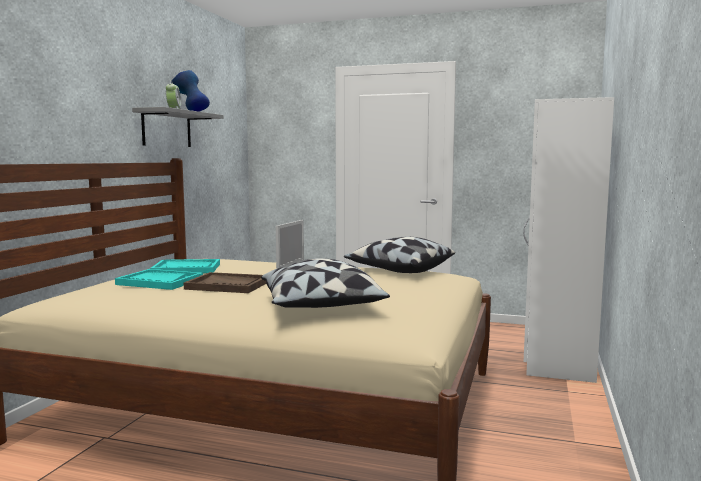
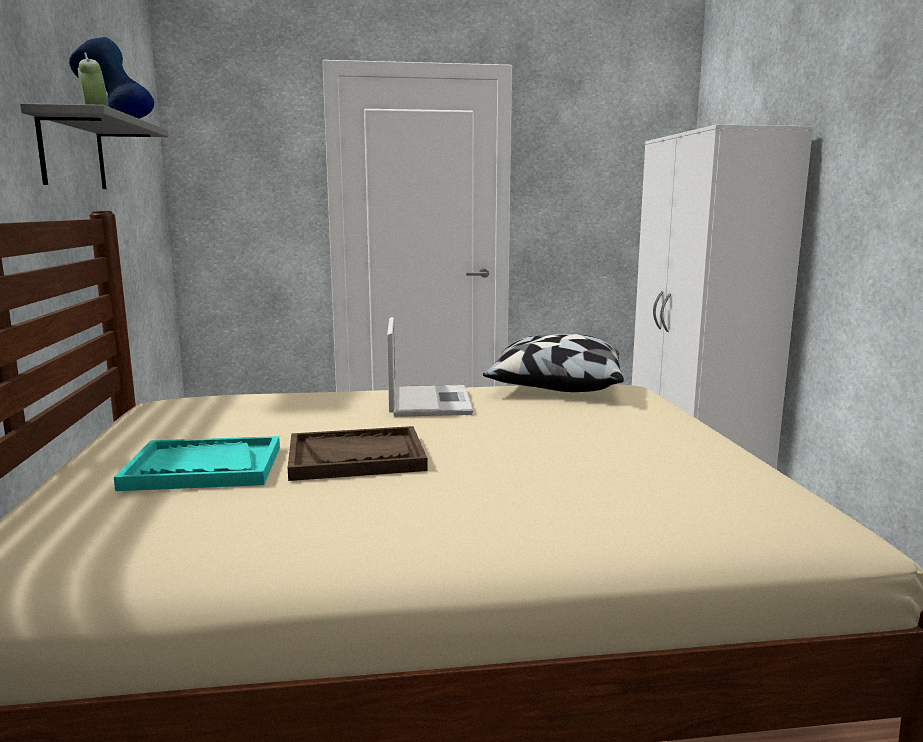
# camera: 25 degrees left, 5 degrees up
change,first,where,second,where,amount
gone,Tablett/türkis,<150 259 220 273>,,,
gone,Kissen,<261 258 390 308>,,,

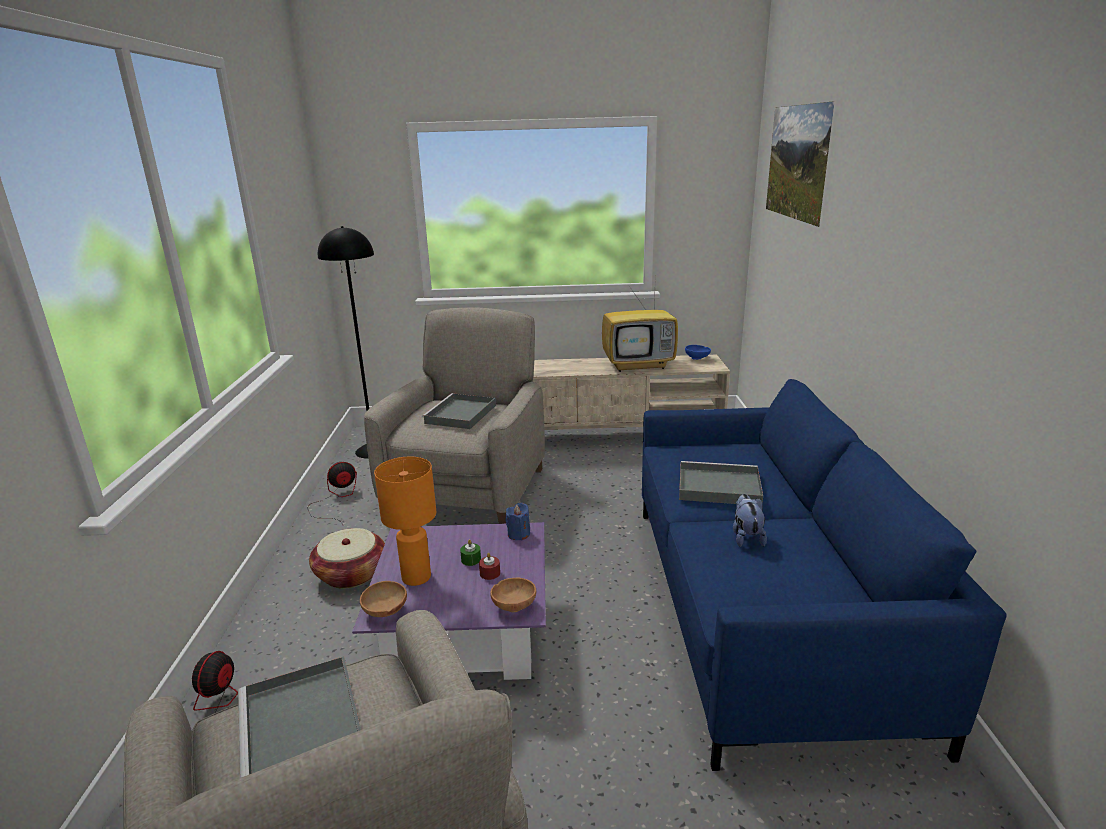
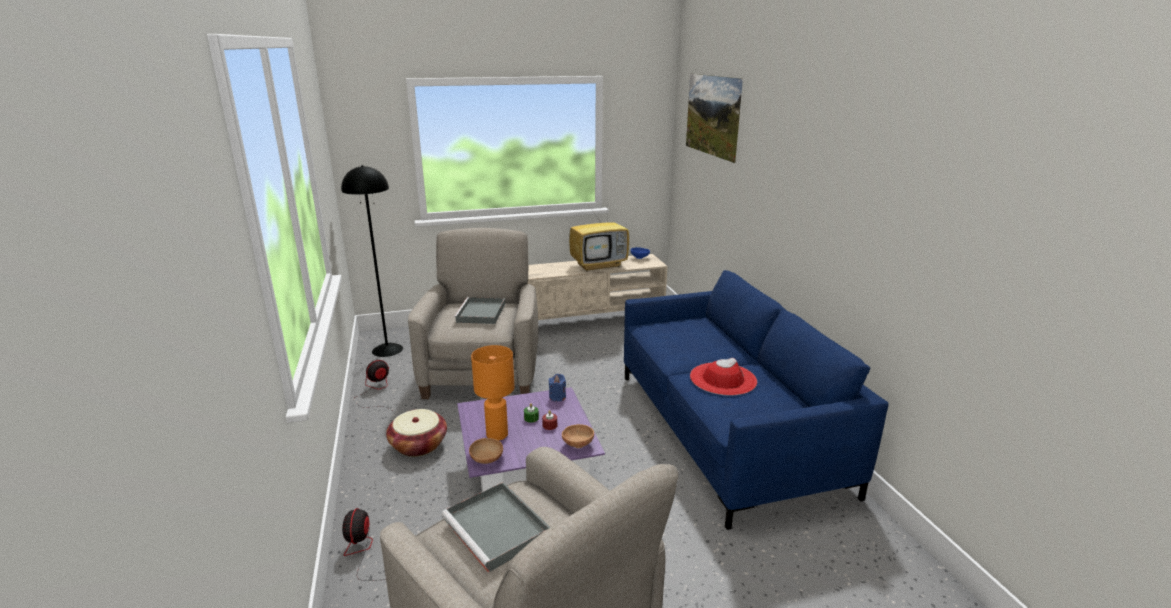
# camera: 15 degrees left, 0 degrees up
change,first,where,second,where,amount
gone,Tablett/grau,<679 461 763 504>,,,
swapped,Plüschtier,<733 494 767 547>,Hut/rot,<690 358 757 395>,

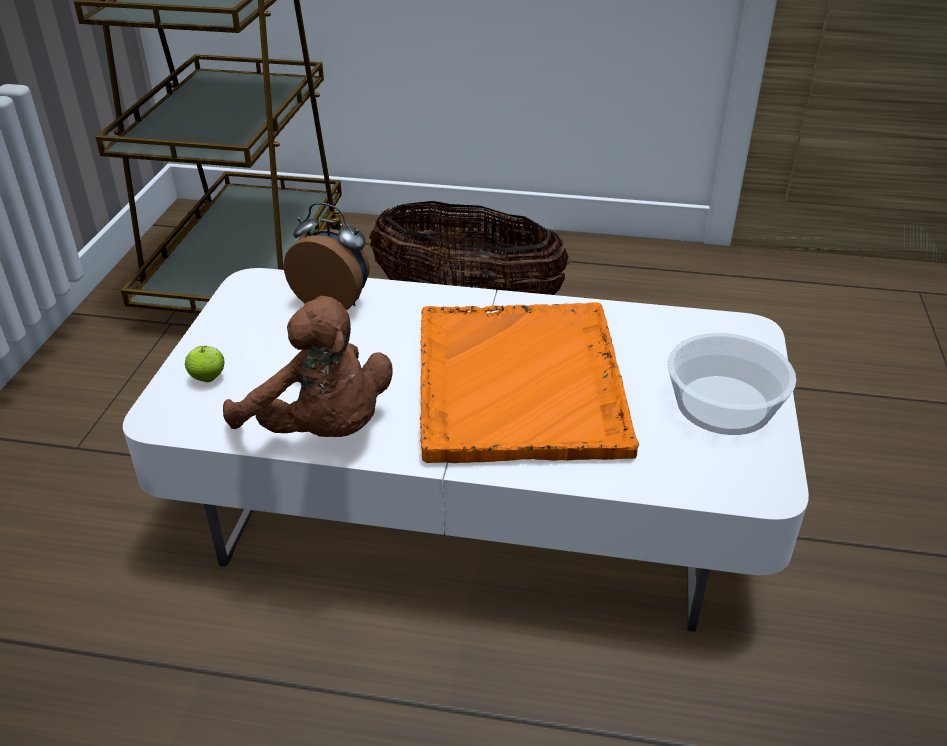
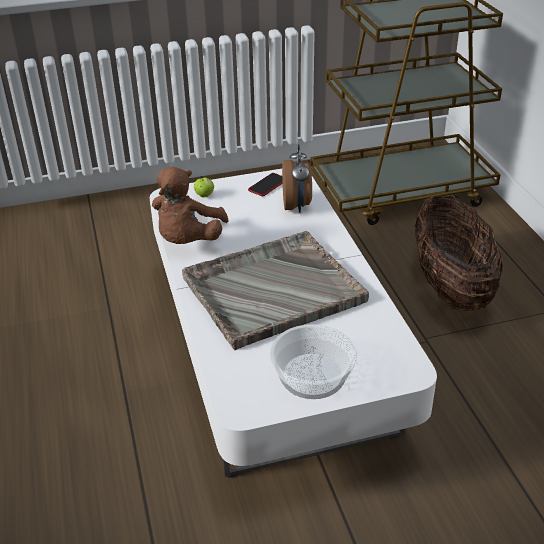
# camera: 65 degrees right, 0 degrees up
change,first,where,second,where,amount
repainted,Tablett/orange,<420 302 639 463>,Tablett/grau,<182 231 369 350>,
new,,,Handy,<248 173 283 196>,

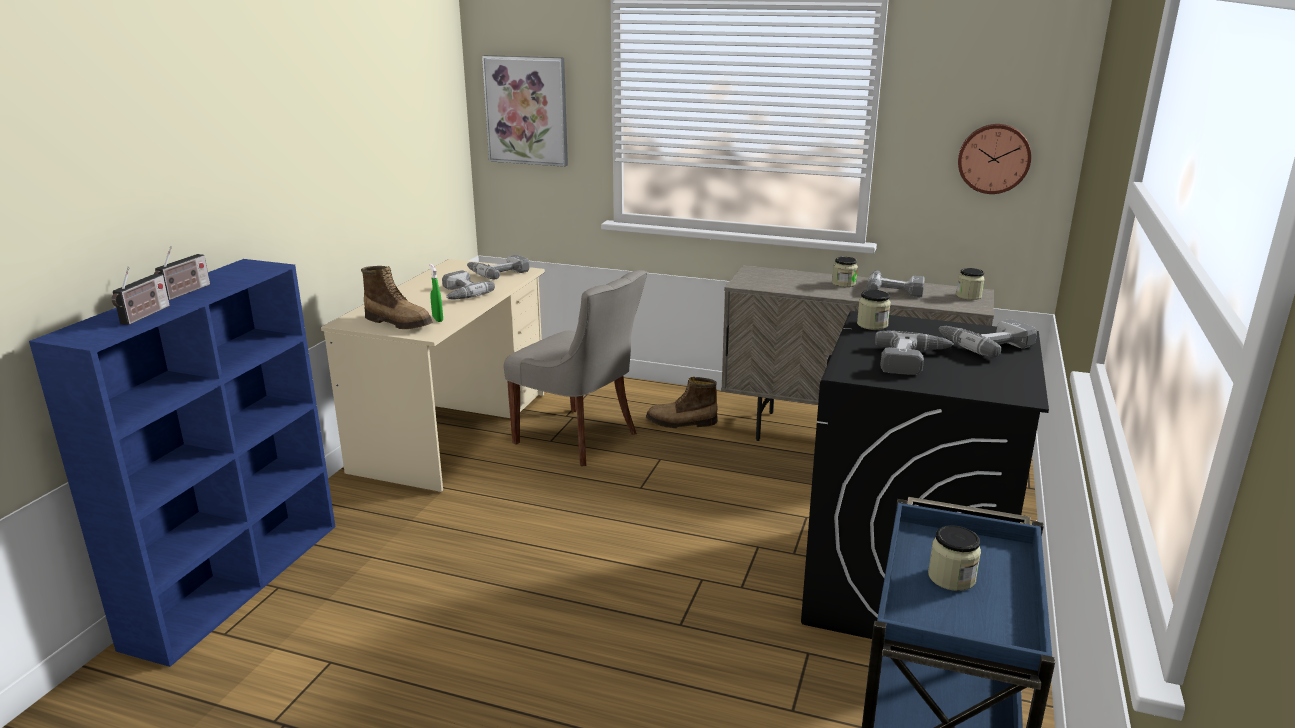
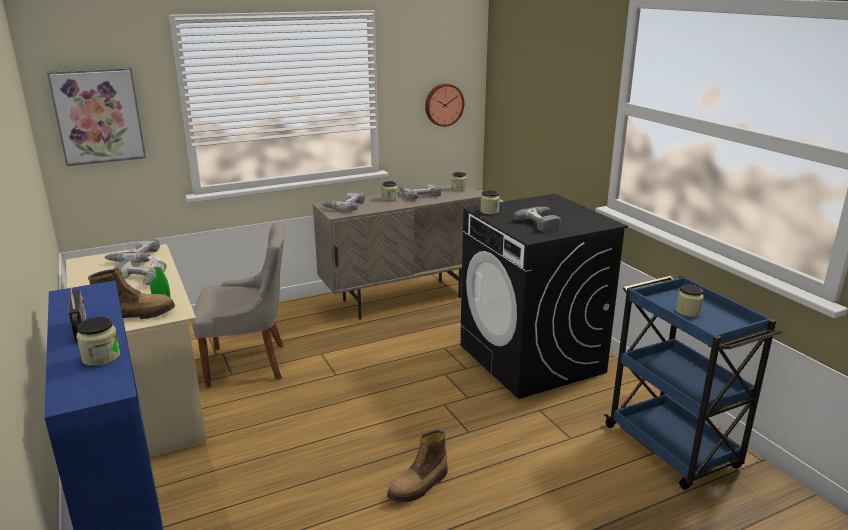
# camera: 45 degrees left, 0 degrees up
change,first,where,second,where,amount
swapped,Radio,<112 267 170 325>,Vorratsglas,<76 317 120 366>,
shifted,Stiefel,<646 377 718 428>,,<387 429 448 502>,
shifted,Bohrmaschine,<939 319 1037 358>,,<321 191 365 211>,

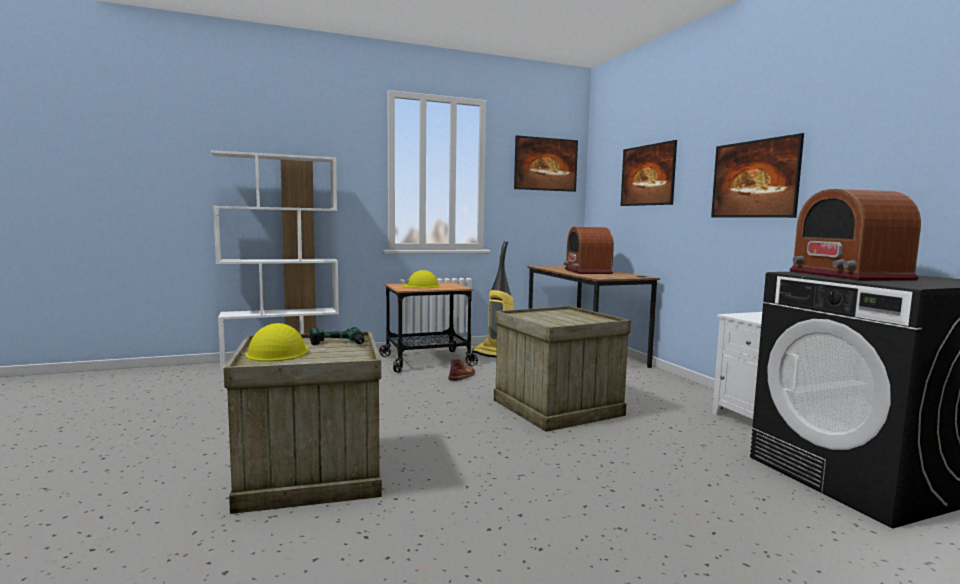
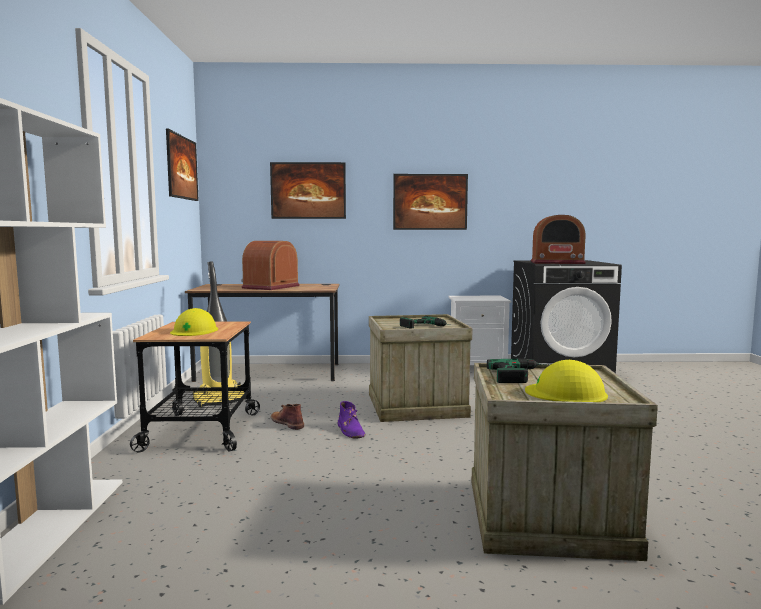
# camera: 70 degrees left, 0 degrees up
change,first,where,second,where,amount
rotated,Radio,<564 227 614 274>,,<241 241 300 290>,105 degrees clockwise
new,,,Stiefel/lila,<338 401 365 438>,
new,,,Bohrmaschine,<400 316 450 328>,

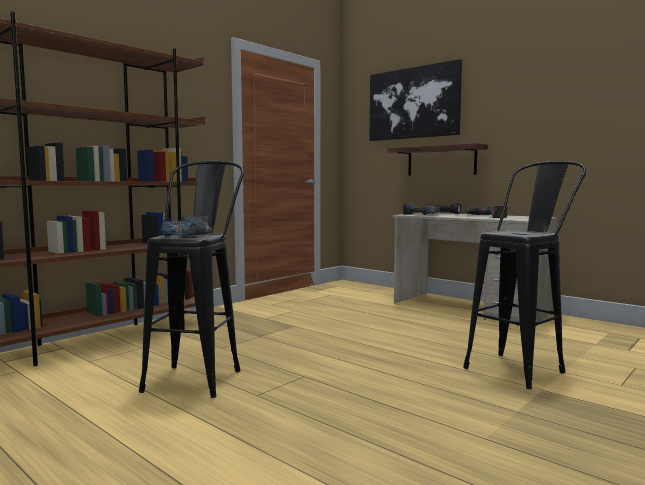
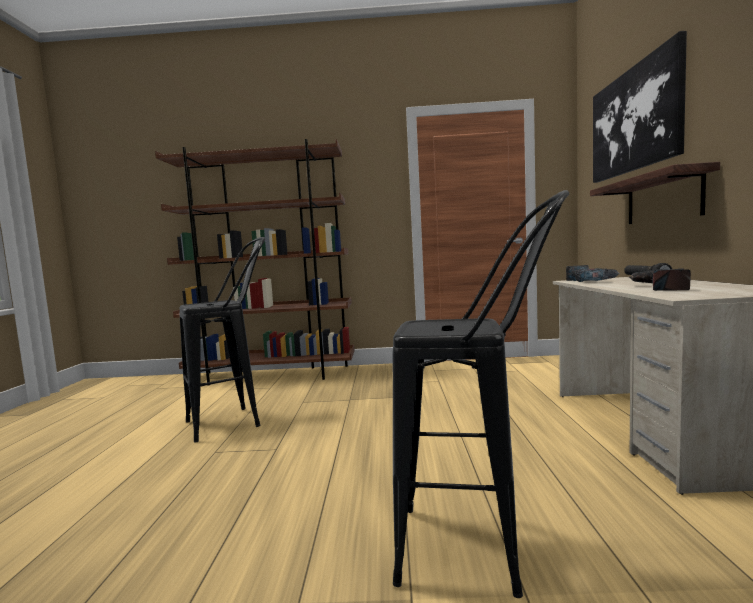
# camera: 50 degrees right, 0 degrees up
change,first,where,second,where,amount
gone,Bohrmaschine,<161 216 211 236>,,,

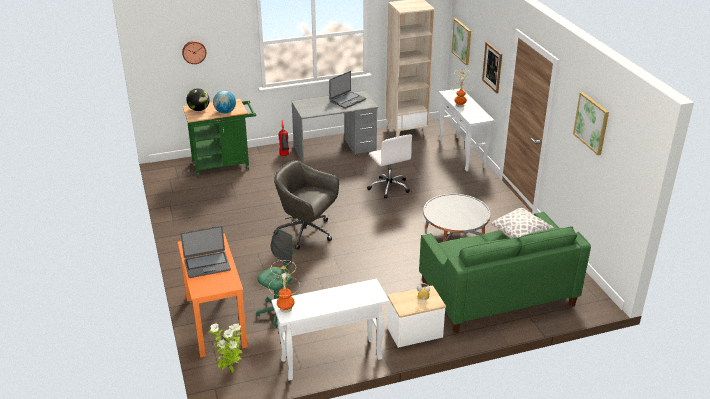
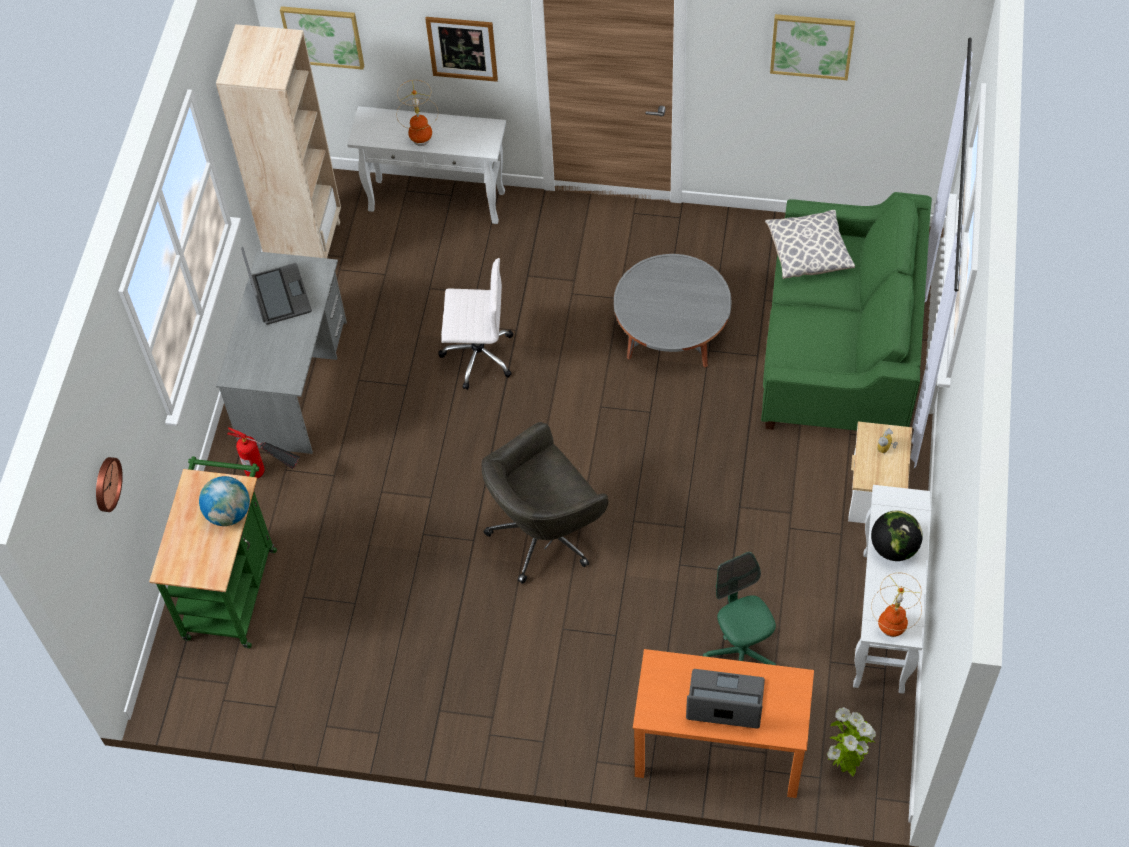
# camera: 60 degrees left, 25 degrees up
change,first,where,second,where,amount
rotated,Laptop,<181 226 231 278>,,<686 669 765 729>,90 degrees counterclockwise
shifted,Globus,<186 88 209 111>,,<871 511 923 561>,

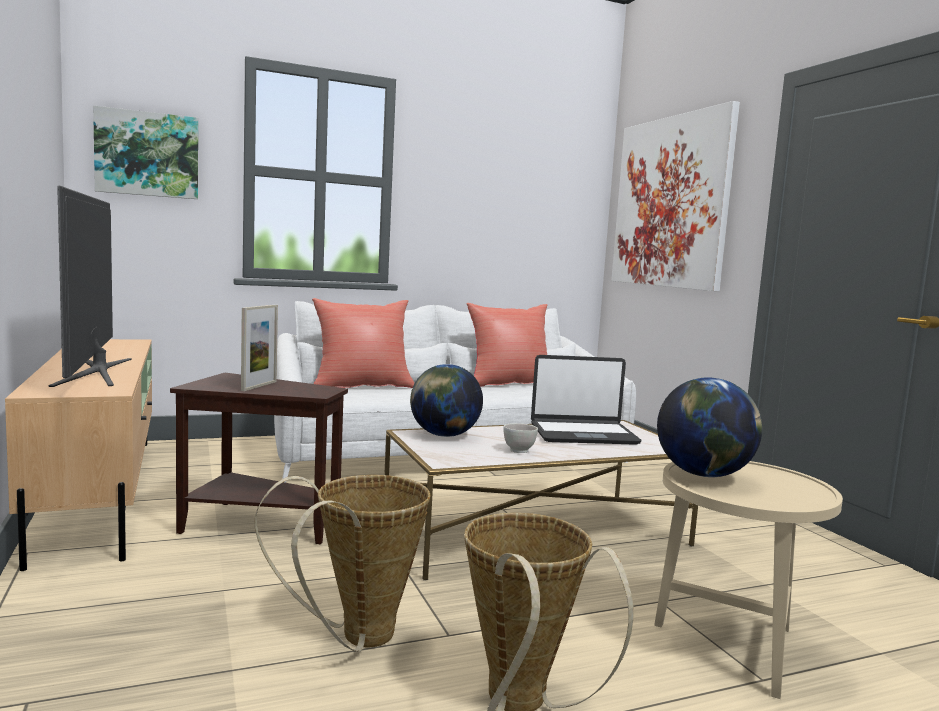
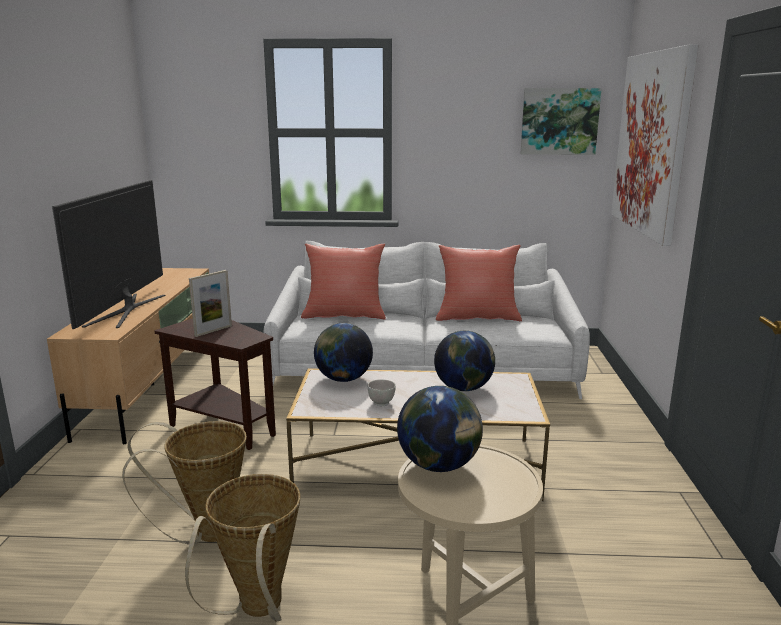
# camera: 25 degrees right, 10 degrees up
change,first,where,second,where,amount
shifted,Bild,<93 105 198 199>,,<521 88 602 155>,
swapped,Laptop,<531 355 641 445>,Globus,<434 331 495 391>,

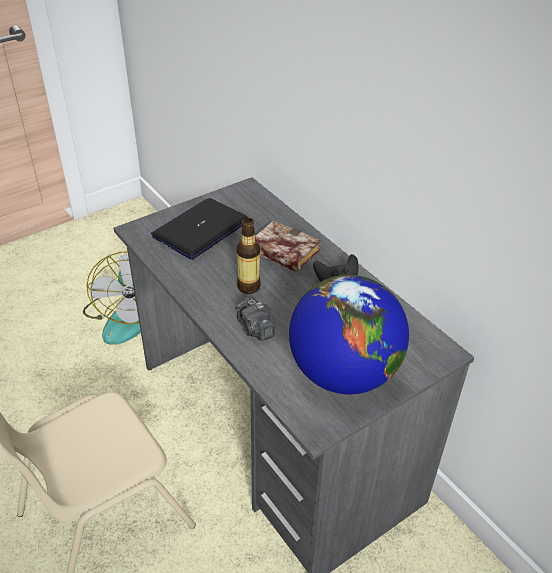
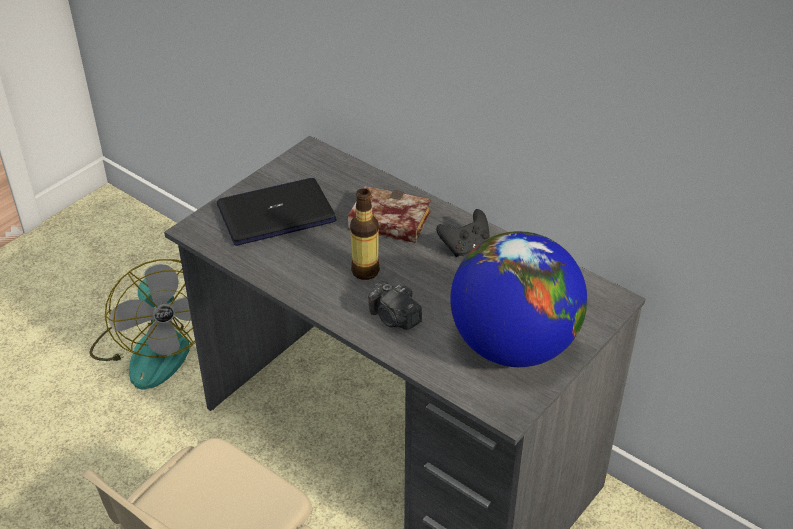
# camera: 15 degrees left, 0 degrees up
change,first,where,second,where,amount
rotated,Laptop,<151 198 248 260>,,<217 178 337 246>,45 degrees clockwise

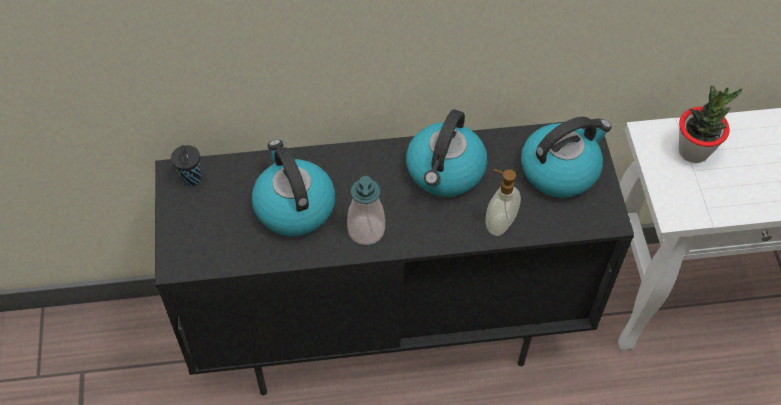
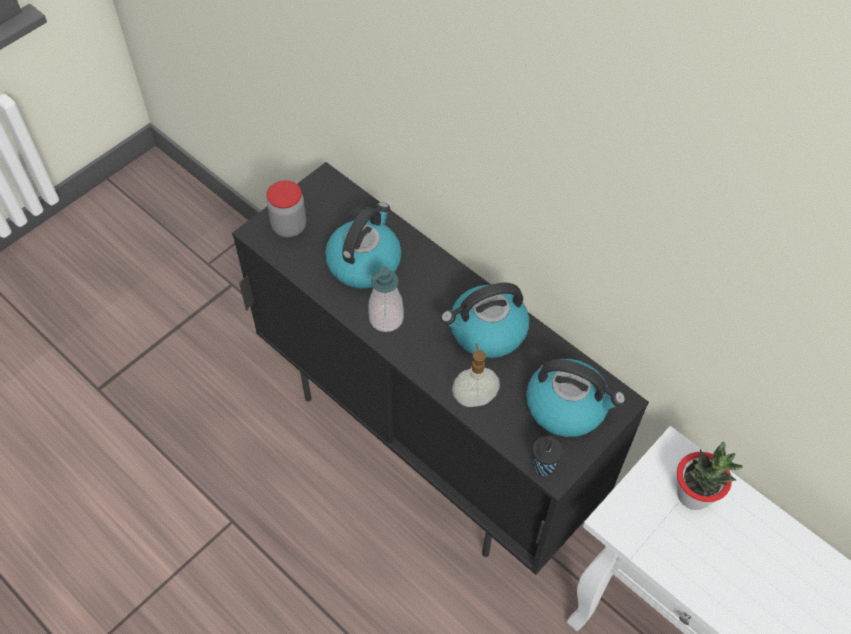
# camera: 50 degrees right, 0 degrees up
change,first,where,second,where,amount
shifted,Tasse/schwarz,<171 145 201 186>,,<533 436 563 476>,
new,,,Vorratsglas,<267 180 307 237>,

